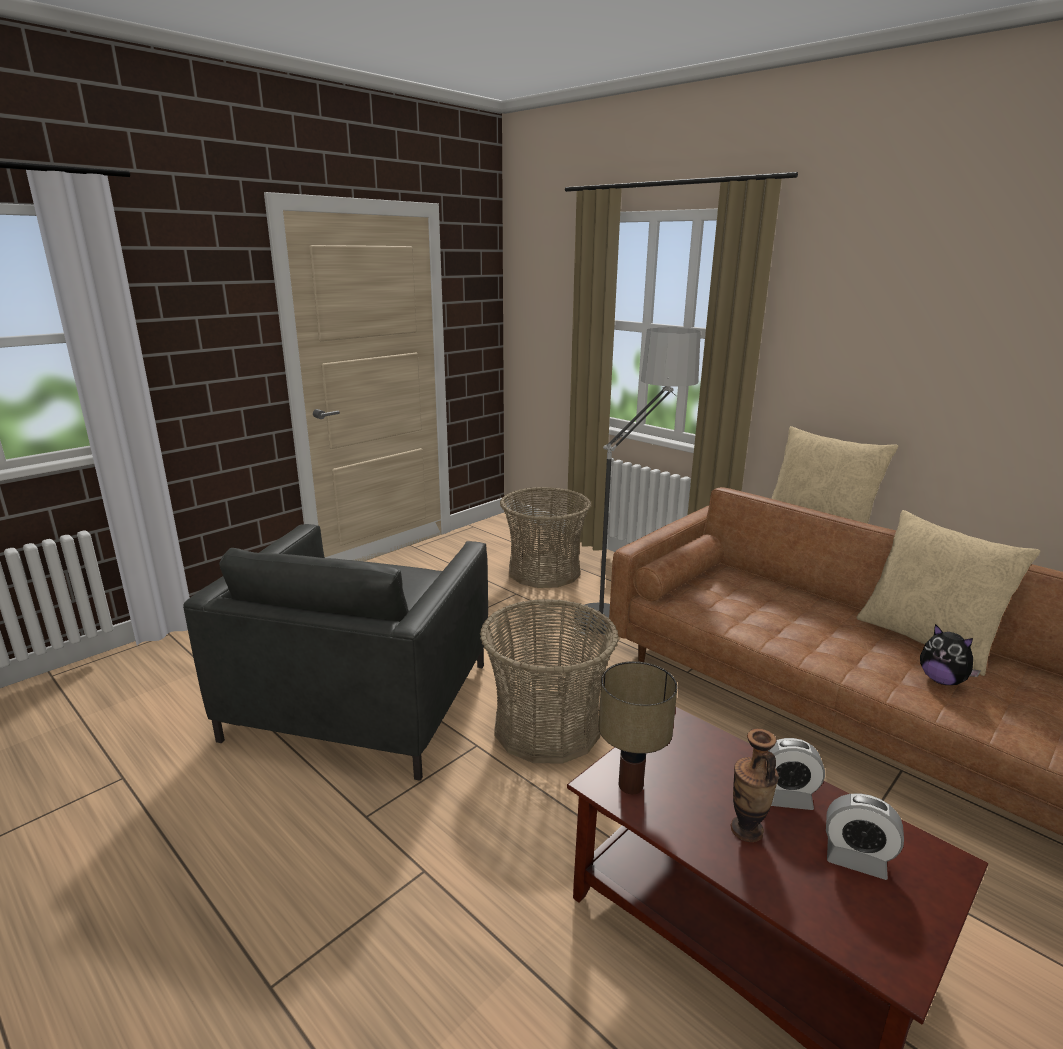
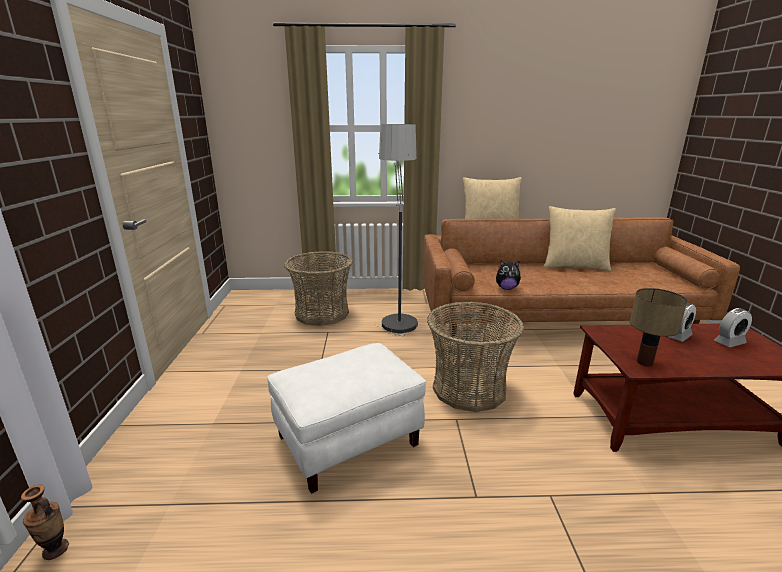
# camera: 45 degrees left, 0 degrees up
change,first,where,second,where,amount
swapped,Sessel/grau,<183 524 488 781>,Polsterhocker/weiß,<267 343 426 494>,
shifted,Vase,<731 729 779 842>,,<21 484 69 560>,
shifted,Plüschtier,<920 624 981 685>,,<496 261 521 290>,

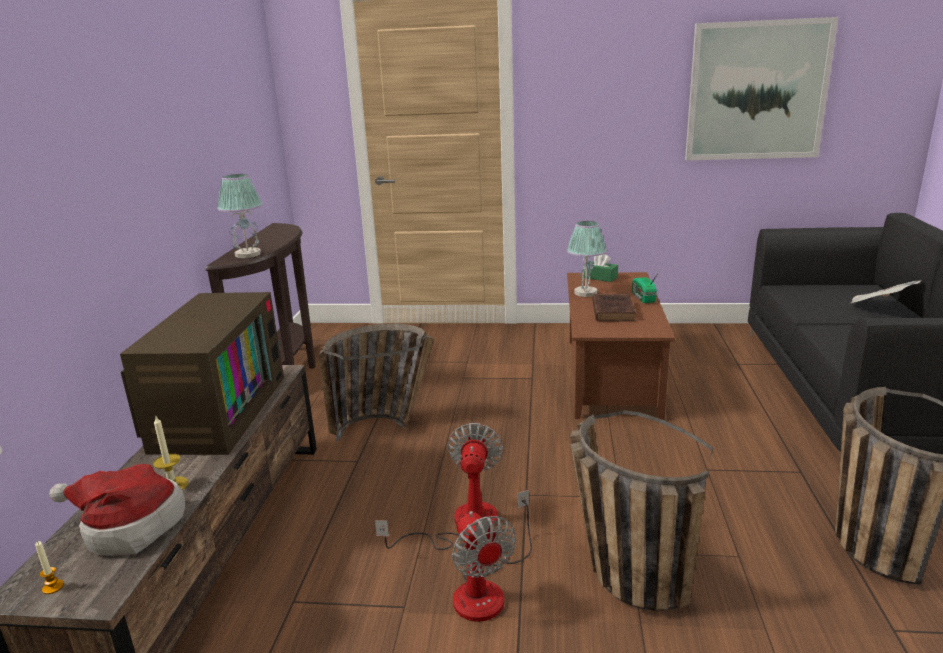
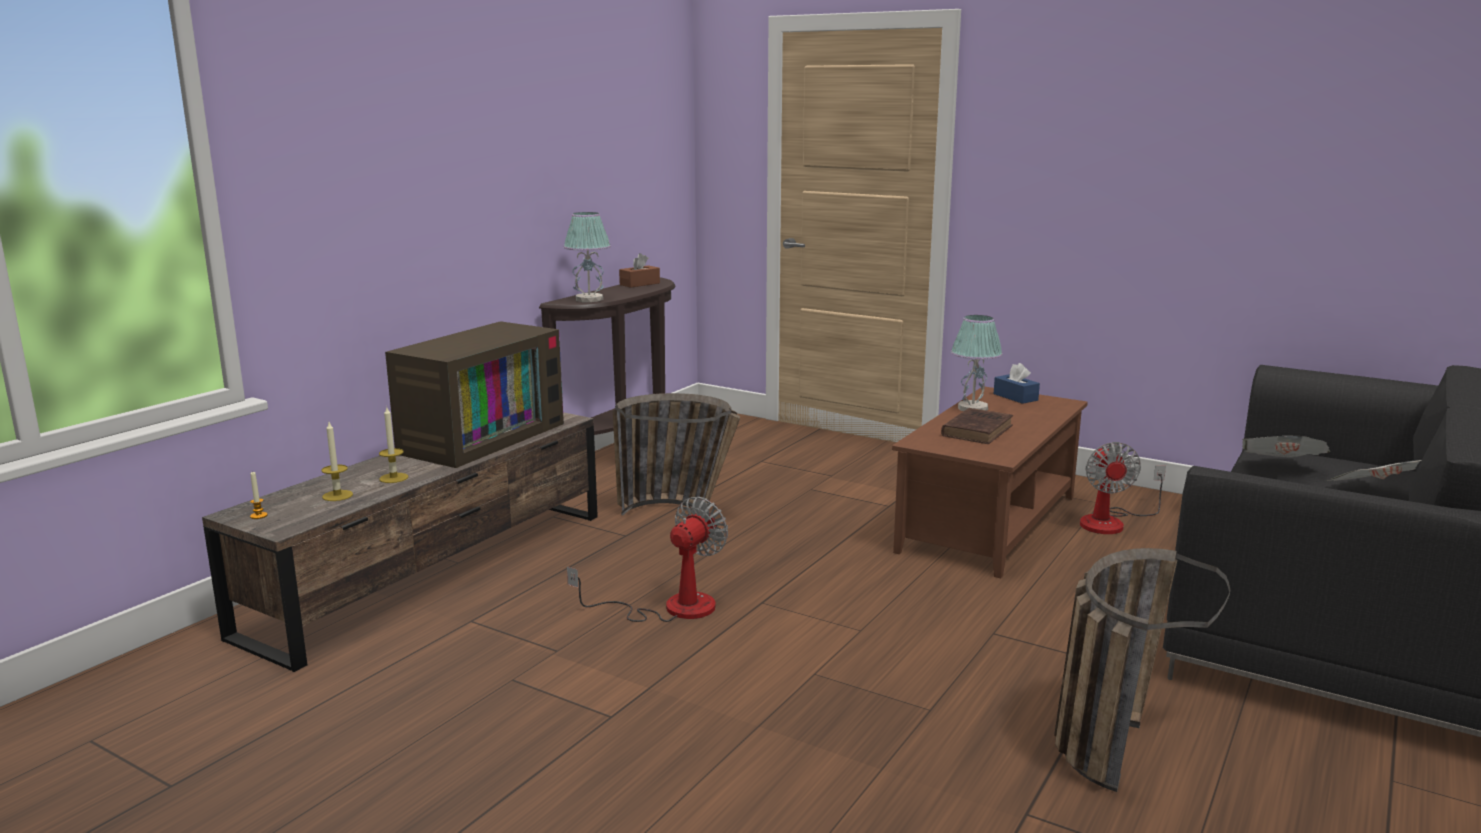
# camera: 25 degrees right, 5 degrees down
change,first,where,second,where,amount
swapped,Hut,<50 464 185 556>,Kerze,<321 422 353 501>,
shifted,Ventilator,<452 490 532 622>,,<1080 442 1166 534>,
gone,Korb,<570 410 713 611>,,,
repainted,Taschentuchbox/grün,<583 254 618 282>,Taschentuchbox/blau,<994 363 1040 404>,
gone,Radio,<632 272 659 303>,,,
gone,Bild,<685 17 839 160>,,,
new,,,Taschentuchbox/braun,<619 253 660 288>,
new,,,Zeitung,<1242 436 1330 457>,

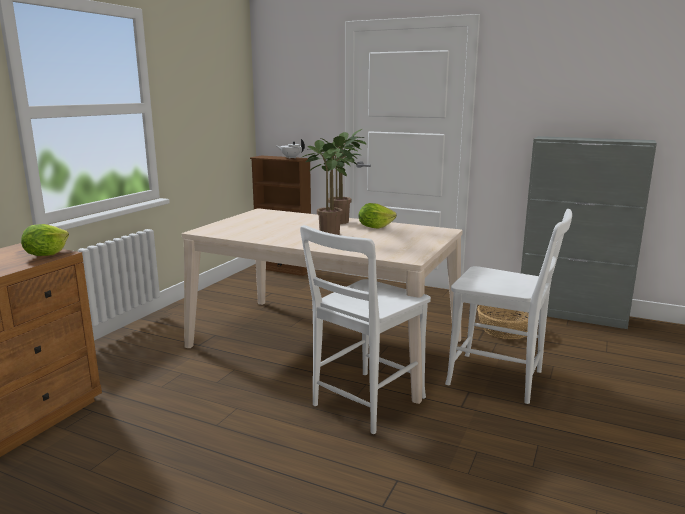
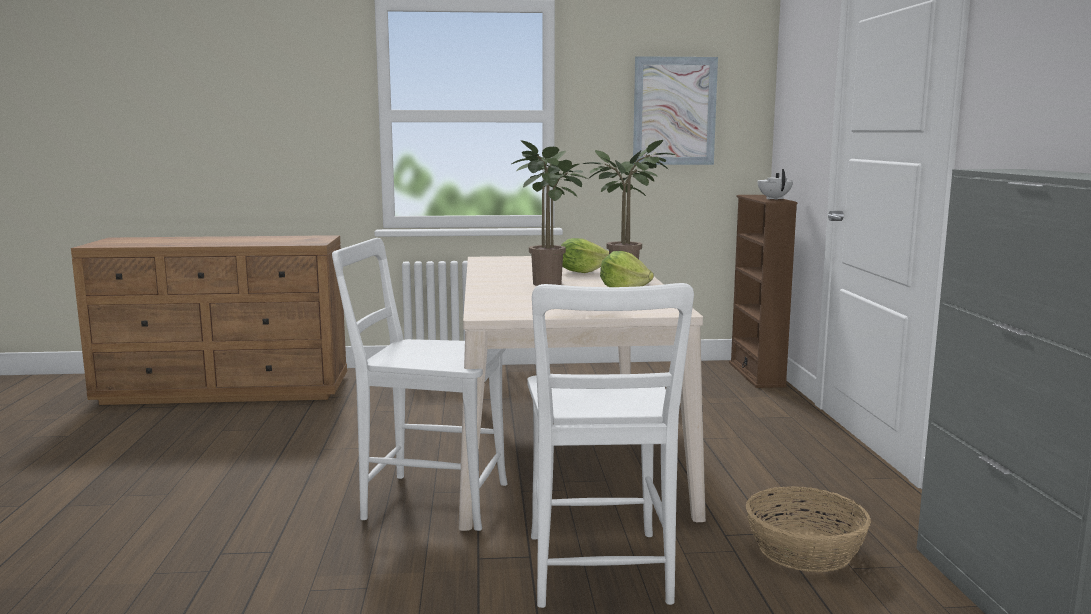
# camera: 60 degrees right, 5 degrees down
change,first,where,second,where,amount
shifted,Salatkopf,<21 224 69 256>,,<561 238 609 273>,
new,,,Bild,<633 56 718 165>,

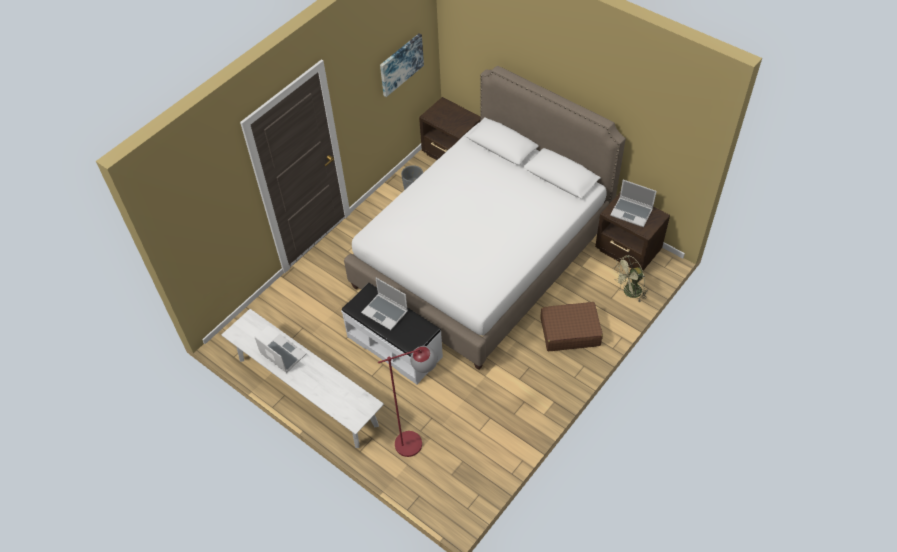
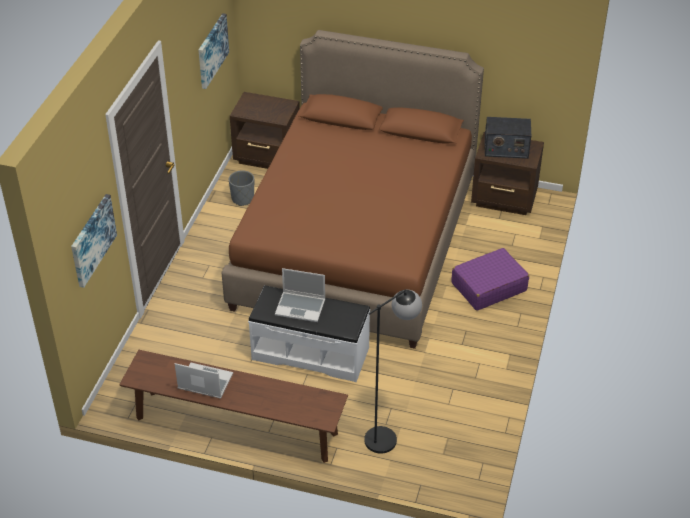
# camera: 25 degrees left, 10 degrees down
change,first,where,second,where,amount
repainted,Bank/weiß,<221 309 384 448>,Bank/braun,<119 350 348 463>,
repainted,Bett/weiß,<344 66 626 370>,Bett/braun,<222 30 484 349>,
repainted,Stehlampe/rot,<378 346 437 457>,Stehlampe/schwarz,<364 289 422 454>,
repainted,Koffer/braun,<540 302 603 351>,Koffer/lila,<451 248 529 311>,
swapped,Laptop,<610 180 657 227>,Radio,<484 117 531 159>,
gone,Ventilator/grün,<613 255 648 302>,,,
new,,,Bild,<71 194 117 288>,

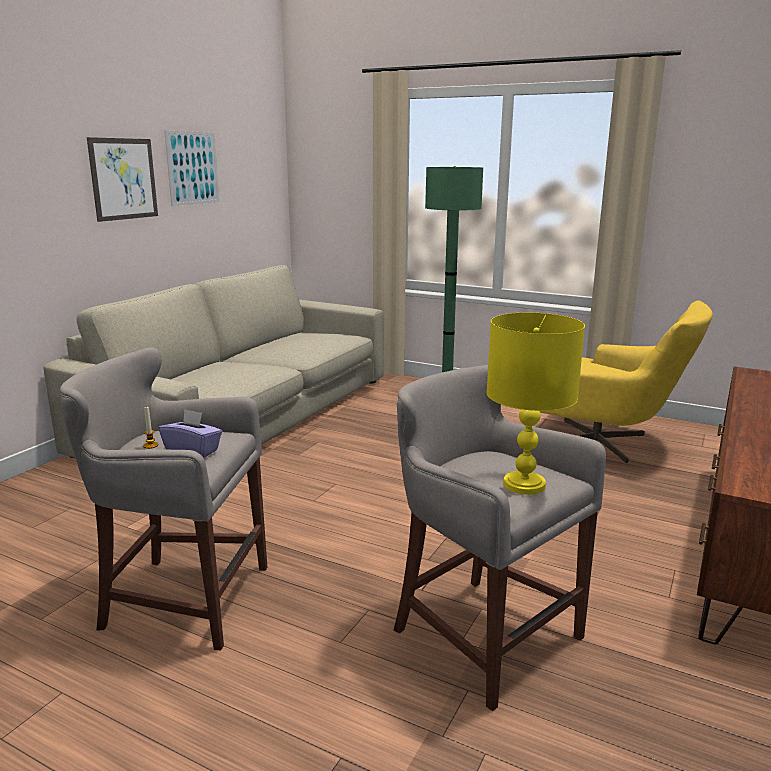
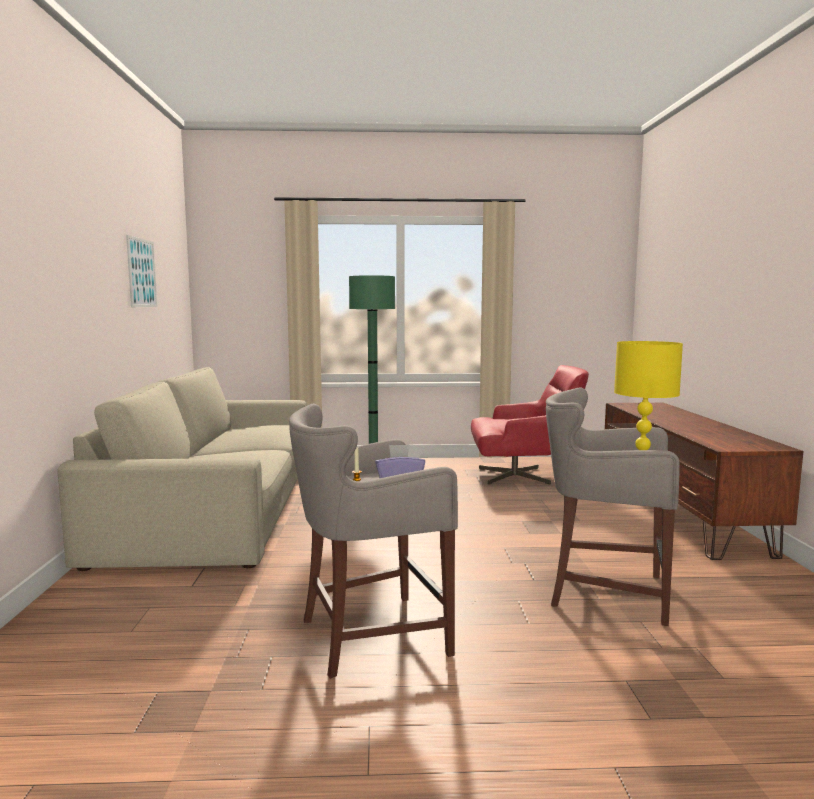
# camera: 30 degrees left, 10 degrees down
change,first,where,second,where,amount
gone,Bild,<87 137 158 222>,,,
repainted,Sessel/gelb,<540 300 713 463>,Sessel/rot,<471 365 589 484>,

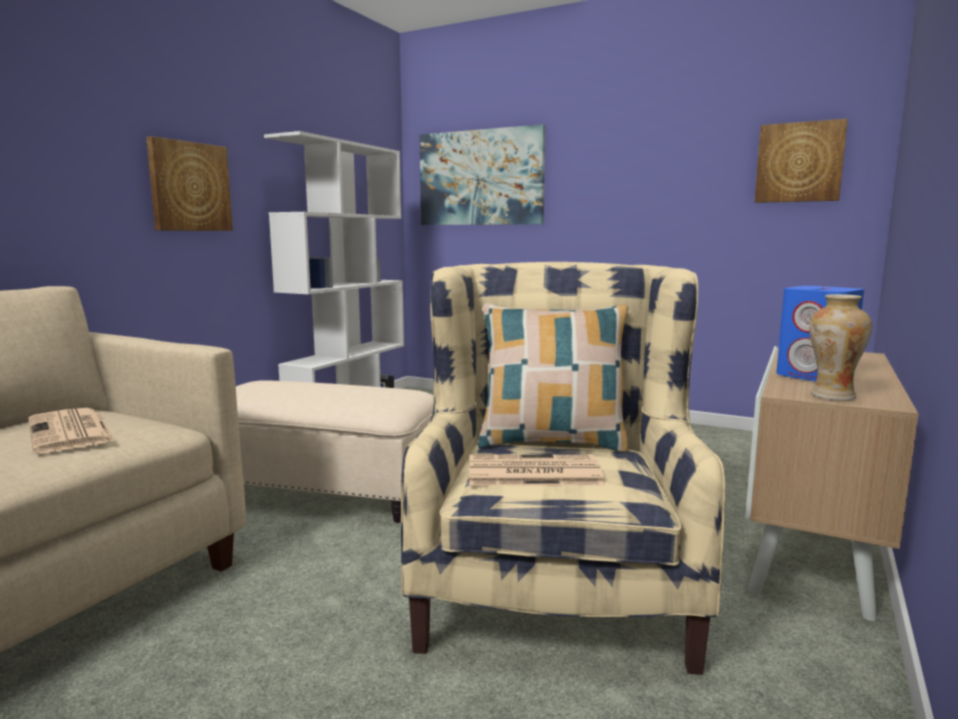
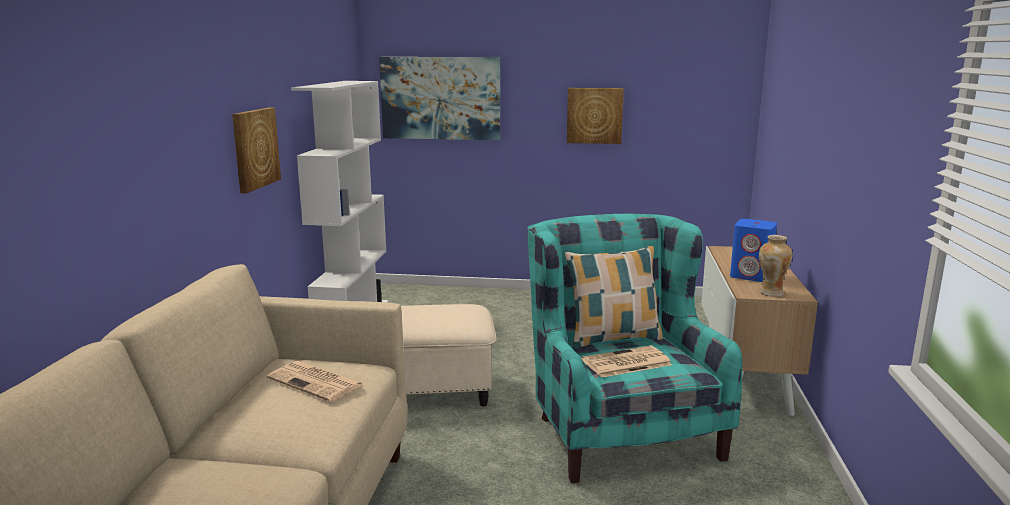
# camera: 20 degrees left, 5 degrees up
change,first,where,second,where,amount
repainted,Sessel/beige,<401 262 725 675>,Sessel/türkis,<527 214 742 483>,
shifted,Bild,<755 119 848 203>,,<567 88 624 144>,

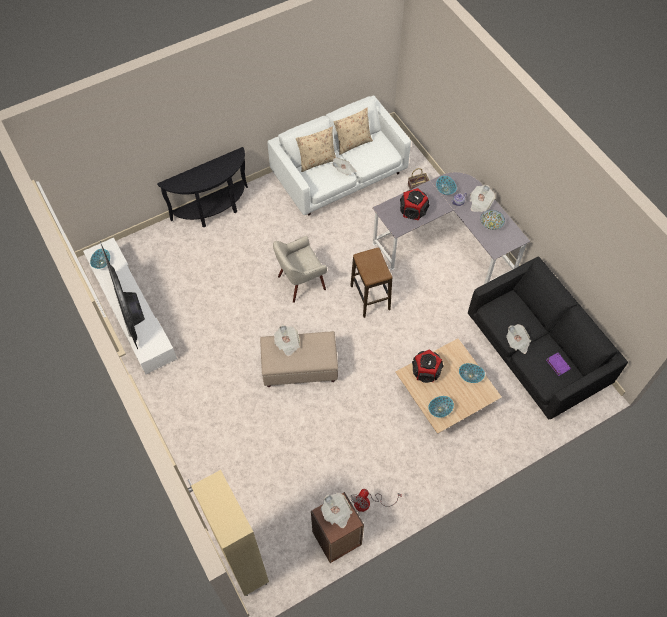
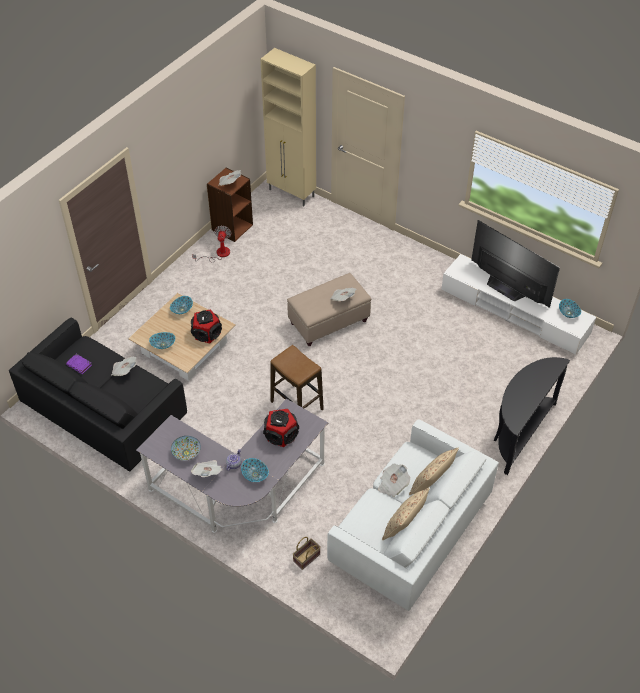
# camera: 155 degrees right, 10 degrees down
change,first,where,second,where,amount
gone,Sessel/beige,<273 236 327 303>,,,

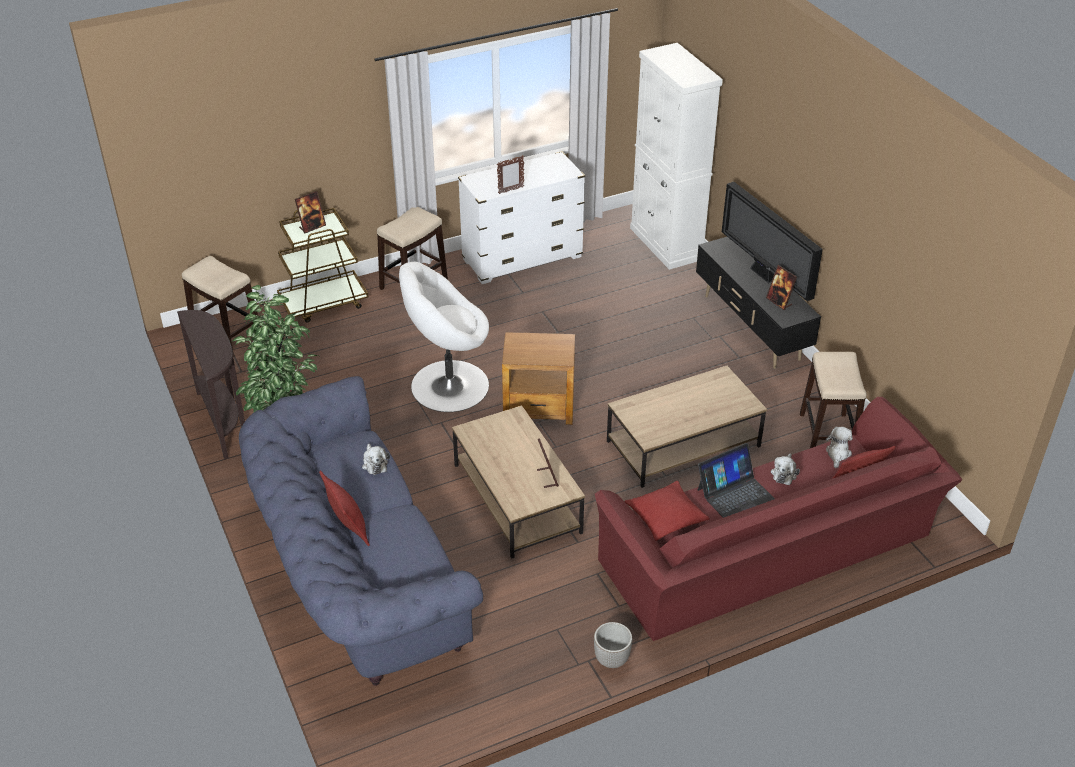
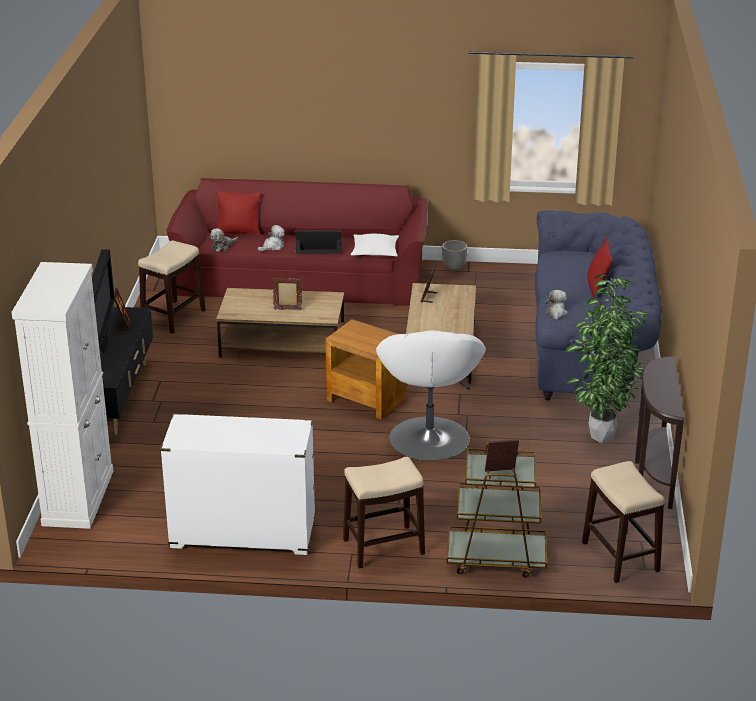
# camera: 150 degrees left, 10 degrees down
change,first,where,second,where,amount
rotated,Sessel/weiß,<399 262 489 412>,,<376 330 486 461>,75 degrees clockwise
shifted,Bilderrahmen,<497 155 524 194>,,<272 277 302 310>,
repainted,Kissen/rot,<624 481 710 541>,Kissen/weiß,<351 234 399 256>,

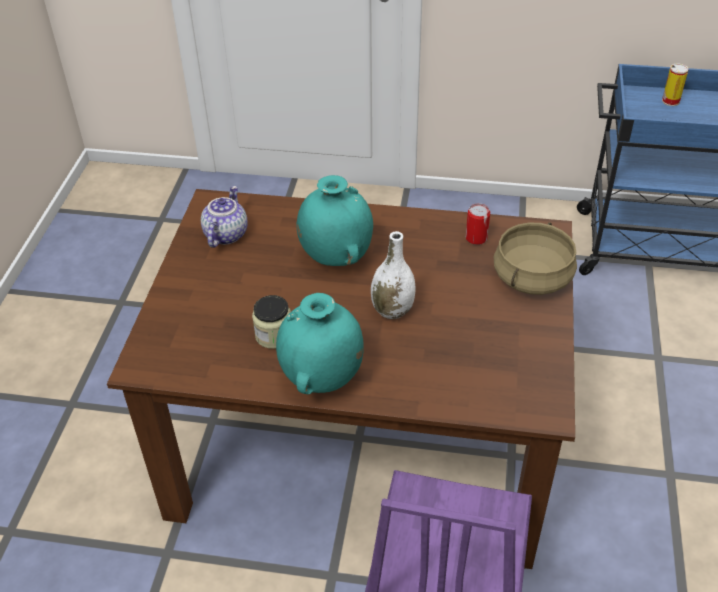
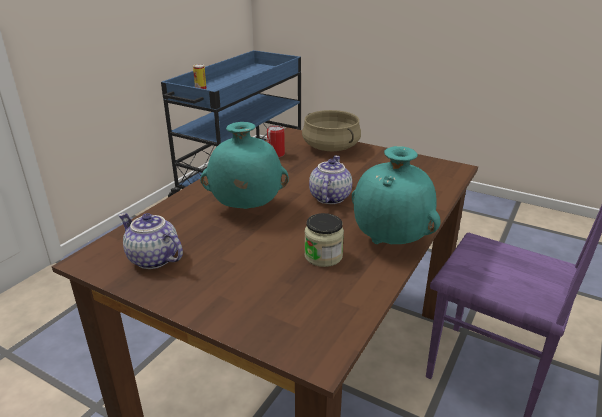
# camera: 70 degrees left, 15 degrees down
change,first,where,second,where,amount
swapped,Vase/weiß,<371 231 416 319>,Teekanne,<309 156 352 204>,

